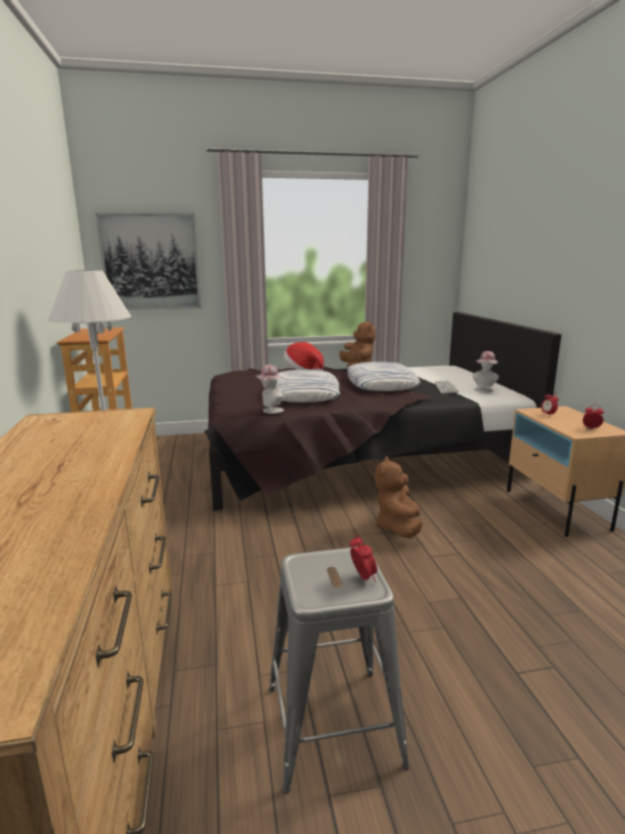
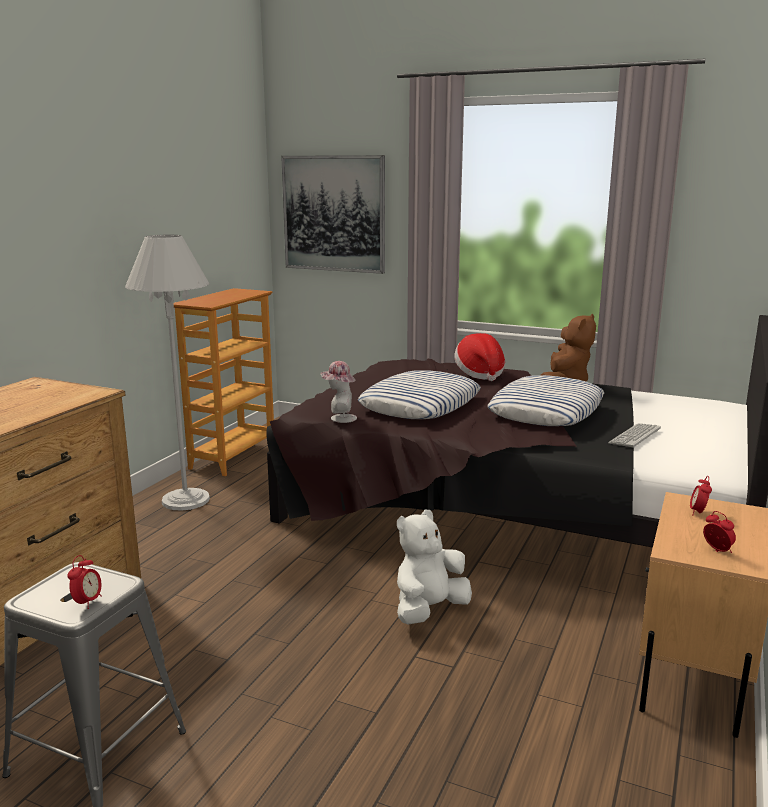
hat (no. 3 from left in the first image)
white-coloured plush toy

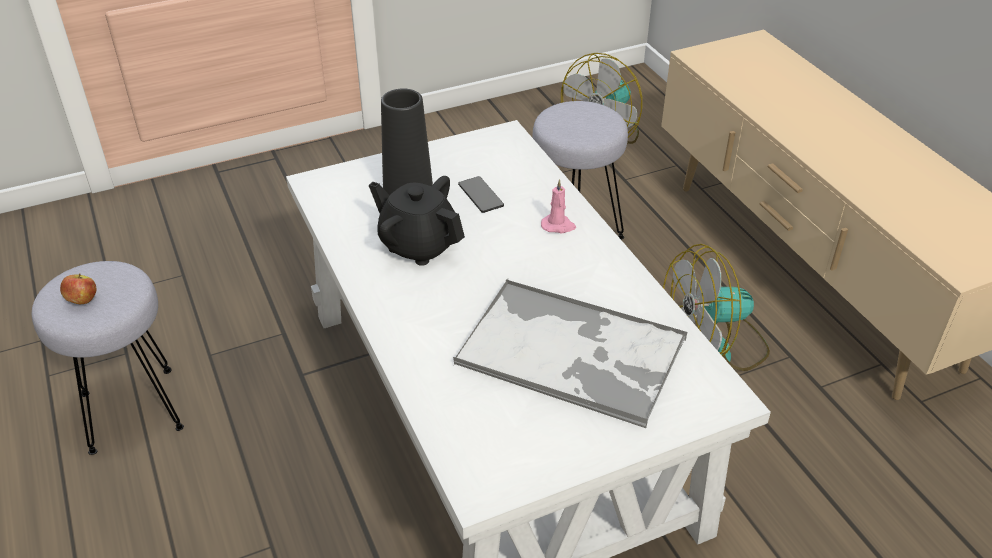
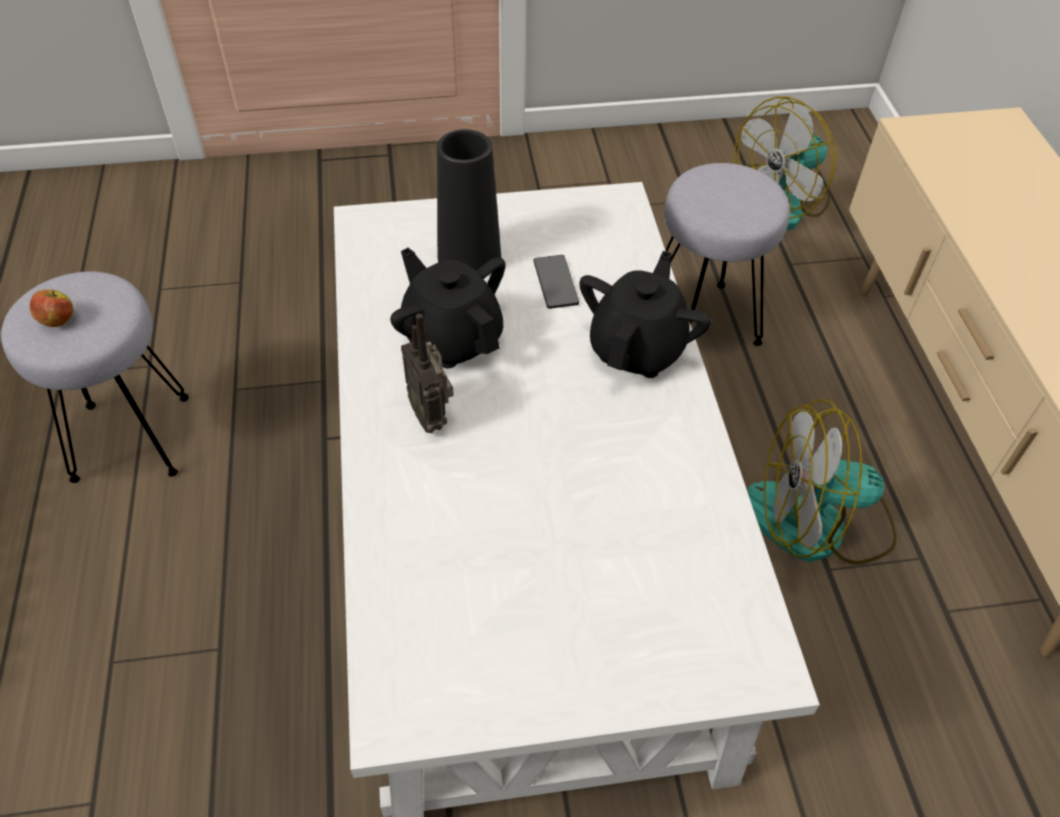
blackish teapot (no. 2 from left)
carrying tray
radio receiver

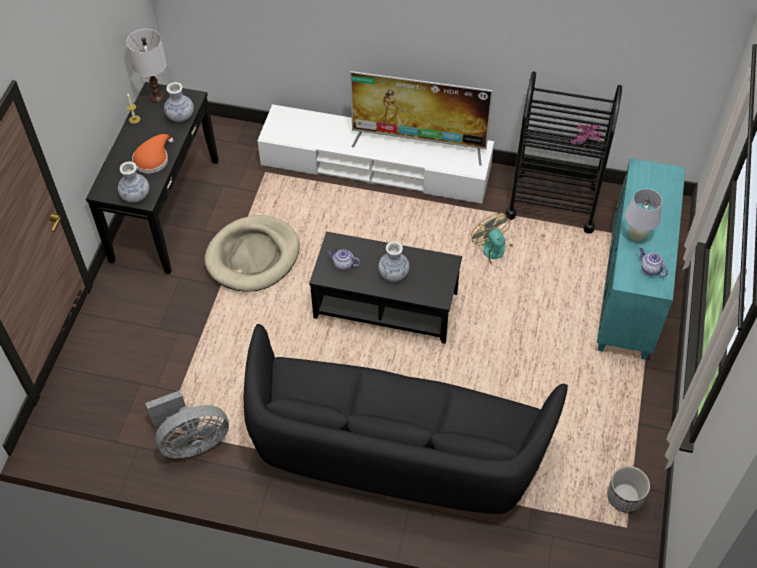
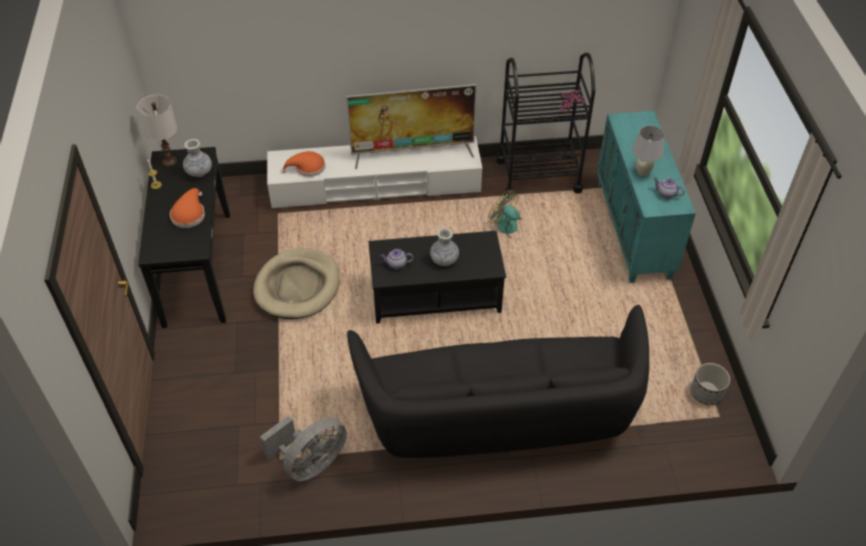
decorative vase (no. 1 from left in the first image)
orangey hat (no. 2 from left)

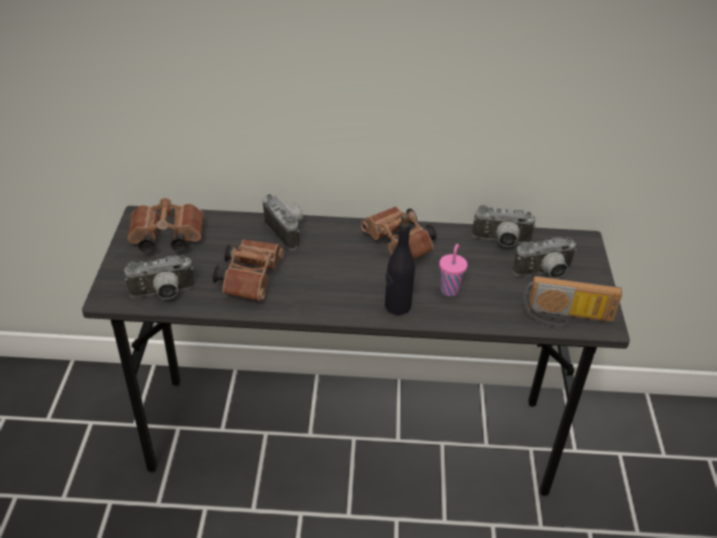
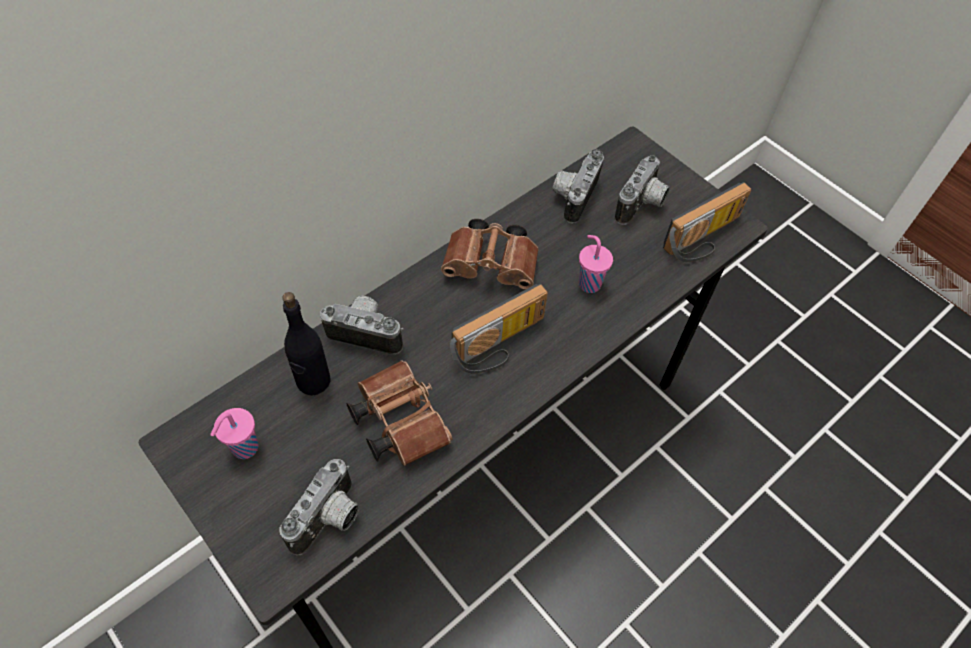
pink small cup (no. 1 from left)
photo camera (no. 3 from left)
blackish drink bottle
radio receiver (no. 1 from left)

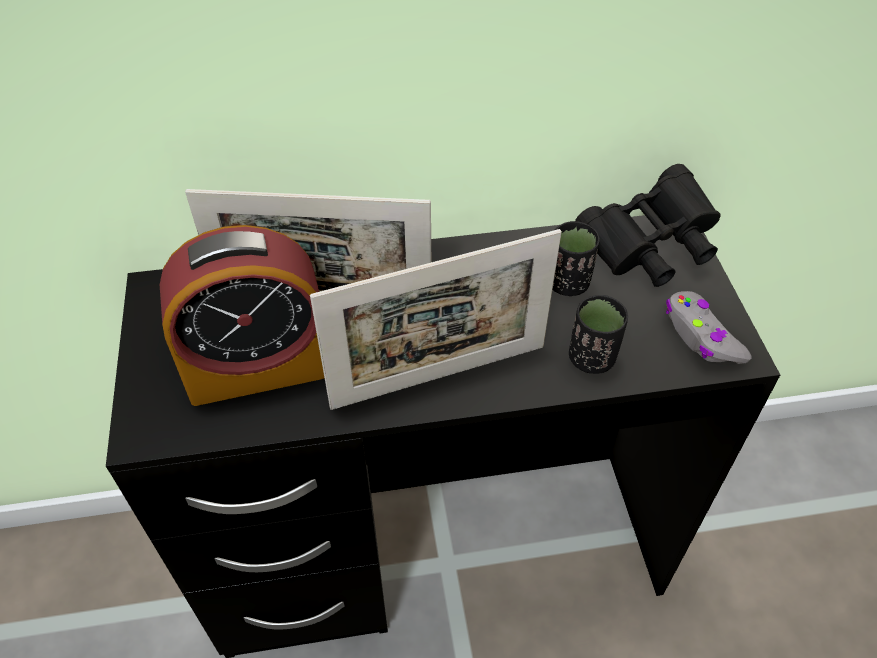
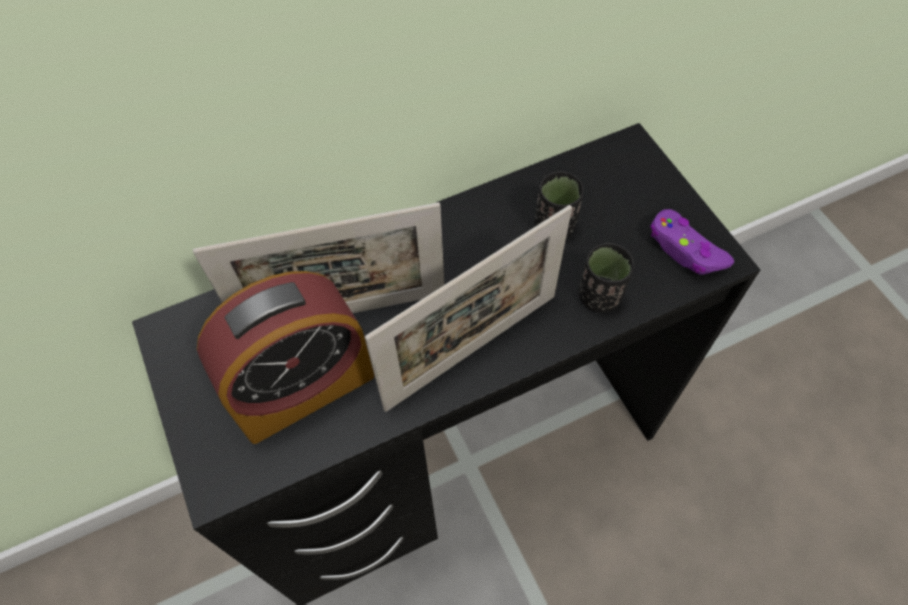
blackish field glasses
purple-coloured game controller

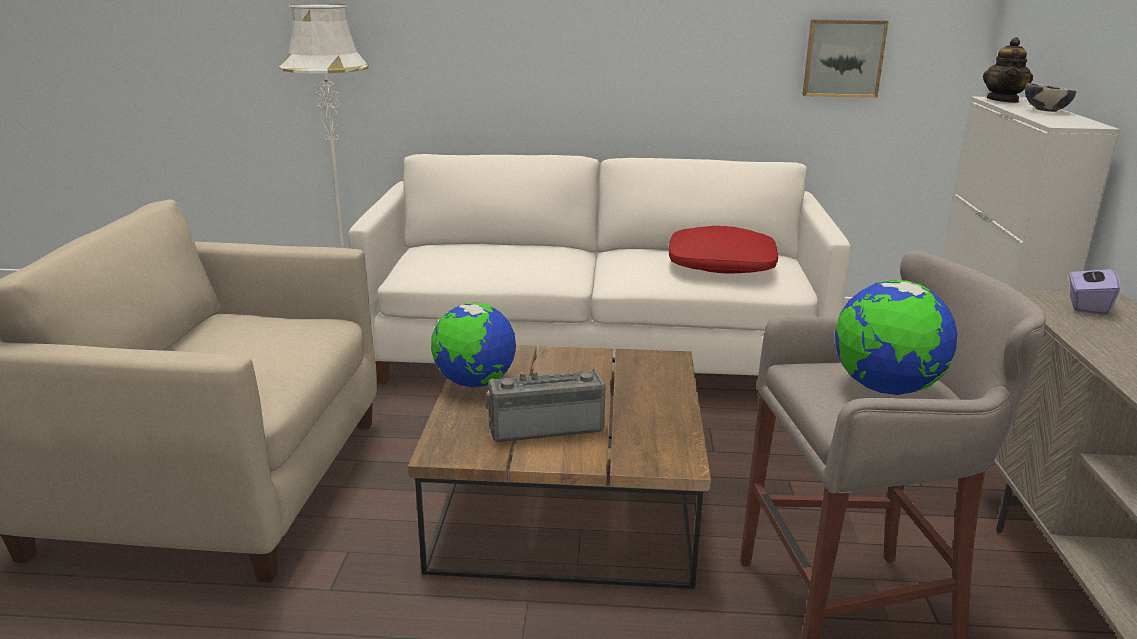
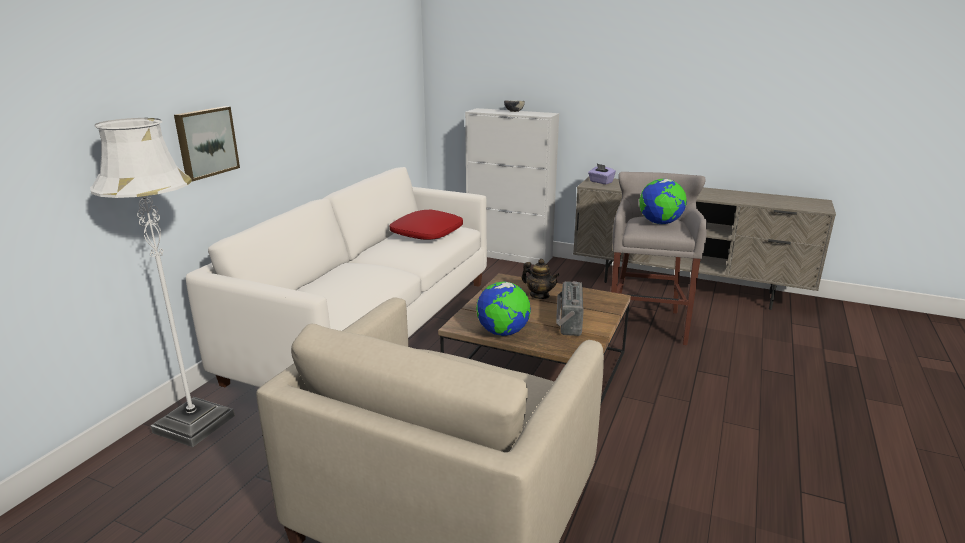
wall picture
teapot

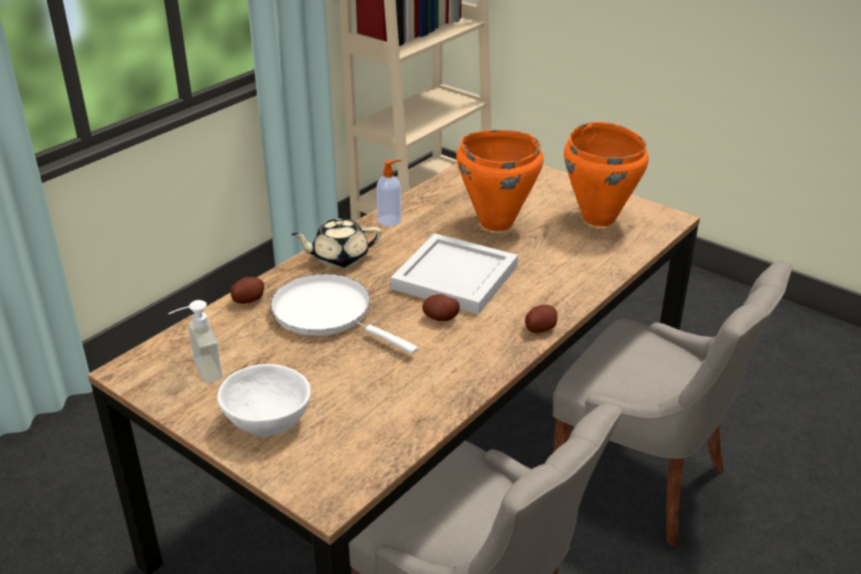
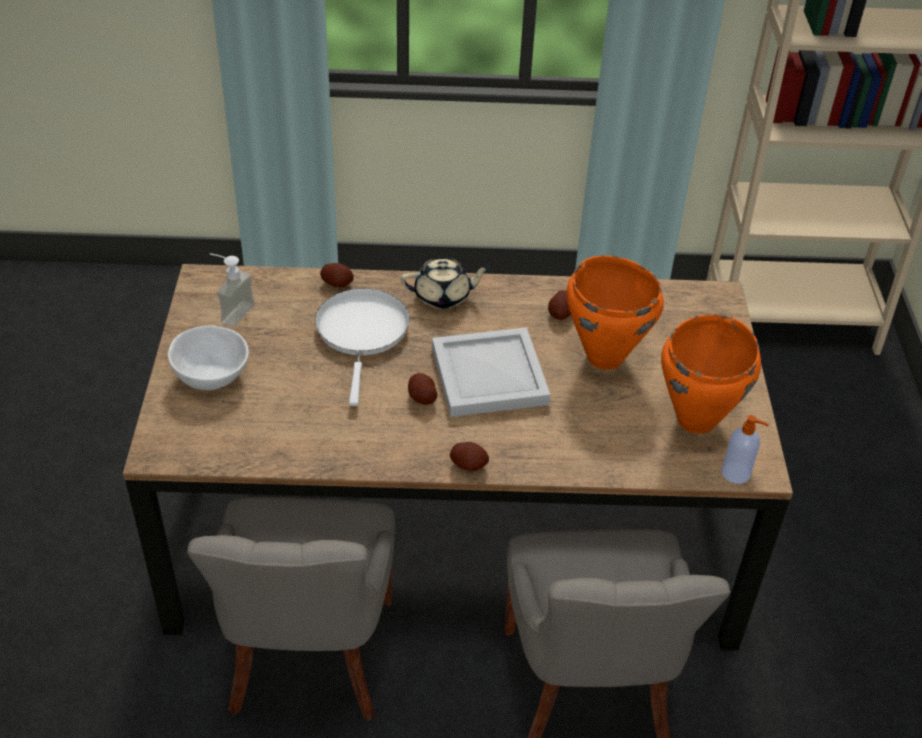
soap bottle (no. 2 from left)
beige-coloured teapot
spud (no. 4 from left)

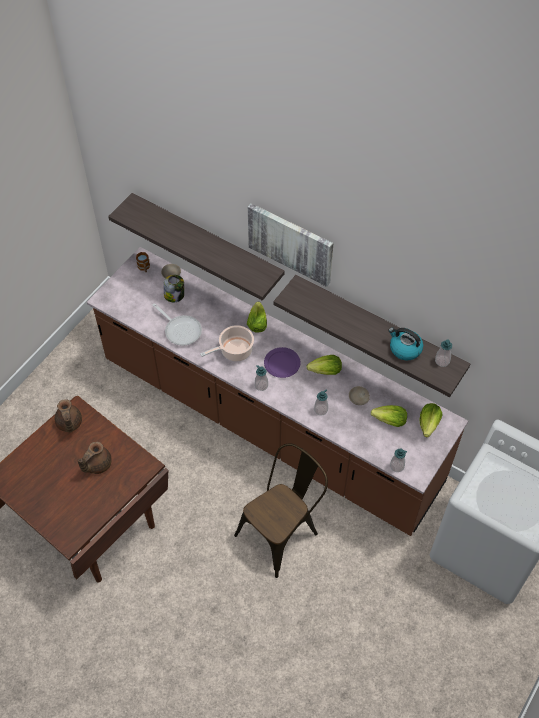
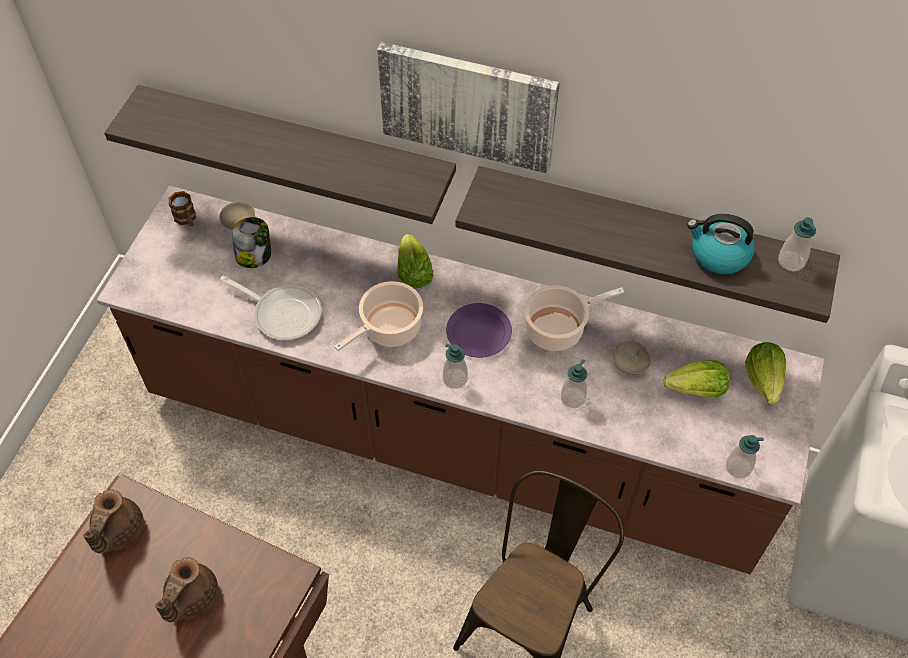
cooking pot (no. 2 from left)
brown-coloured teapot (no. 1 from left)

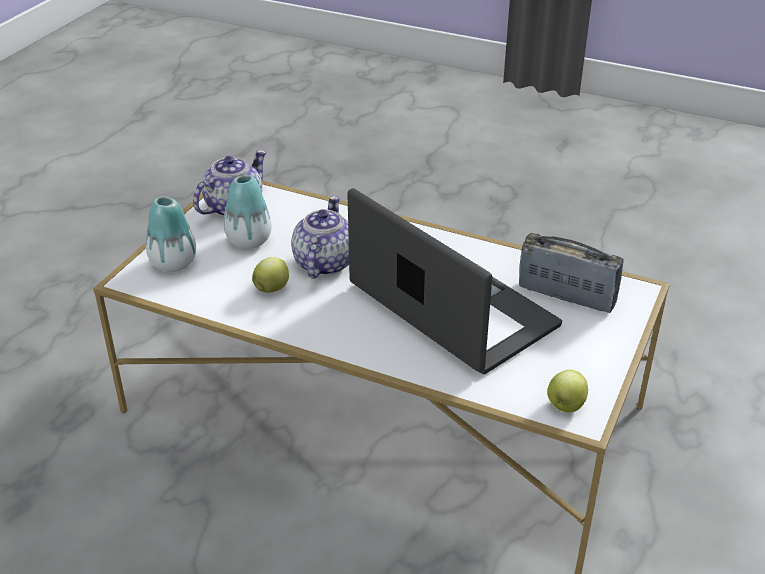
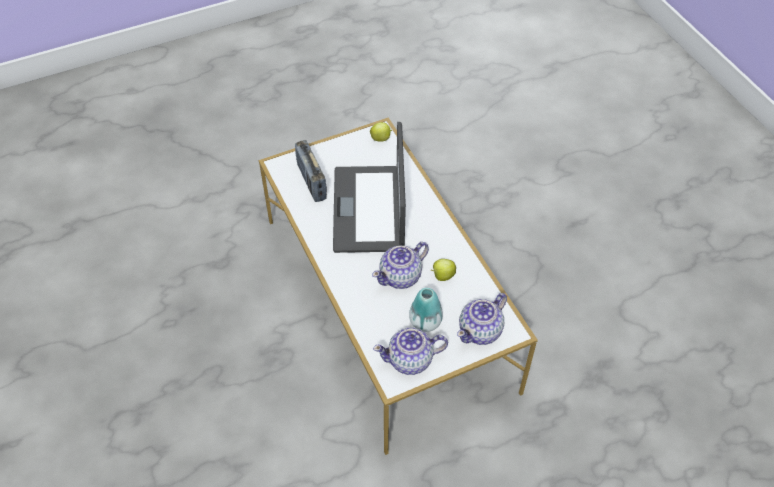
teapot (no. 3 from left)

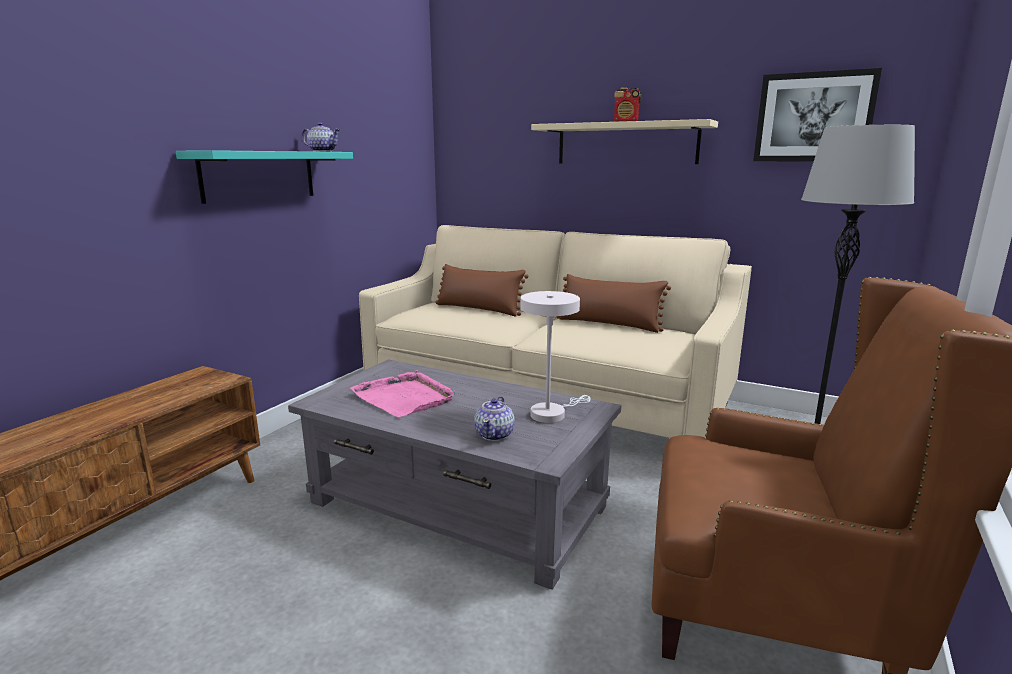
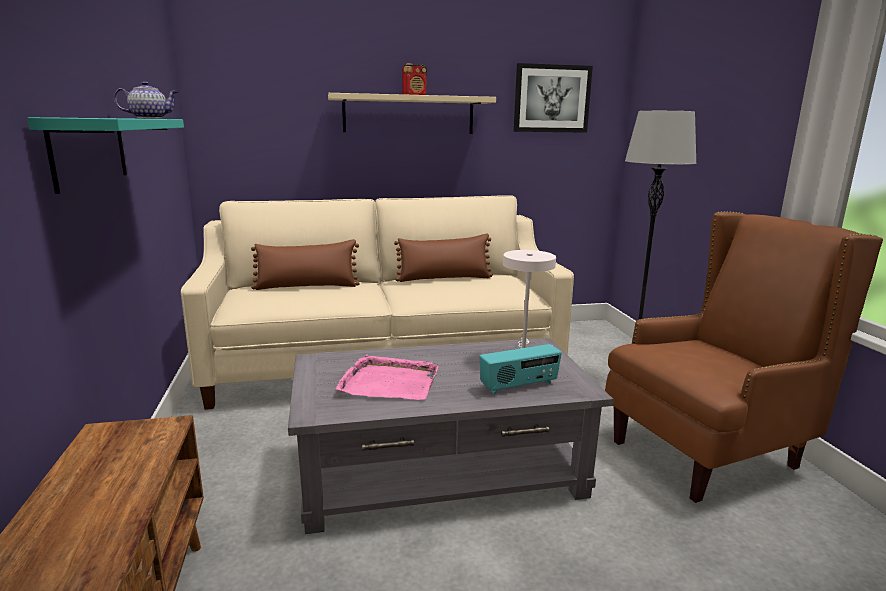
radio receiver (no. 2 from left)

